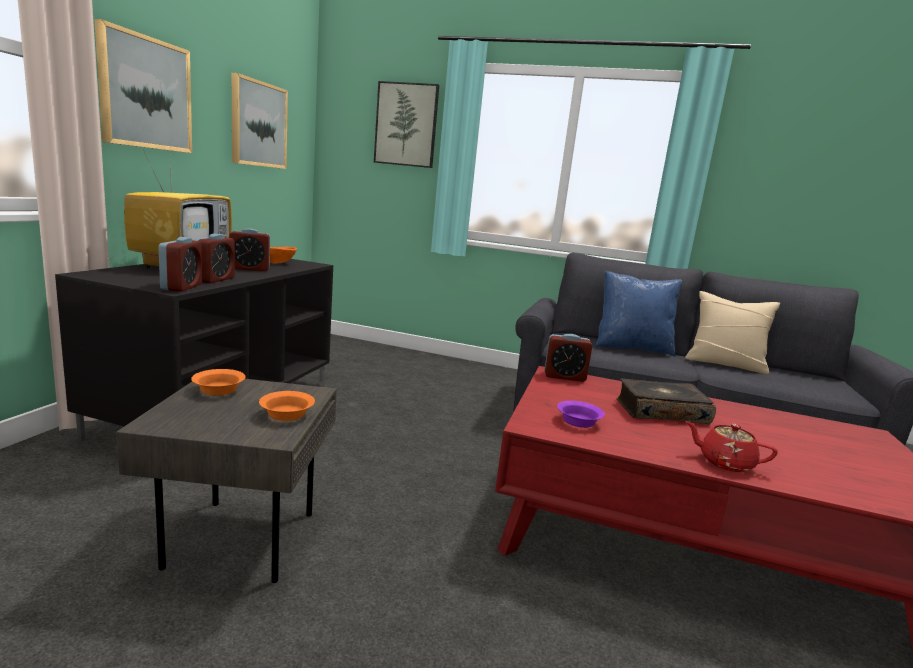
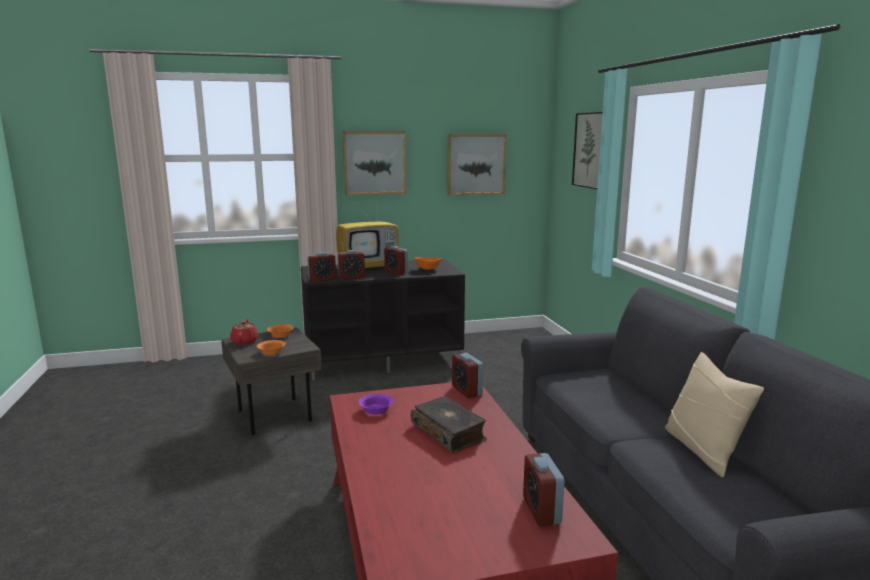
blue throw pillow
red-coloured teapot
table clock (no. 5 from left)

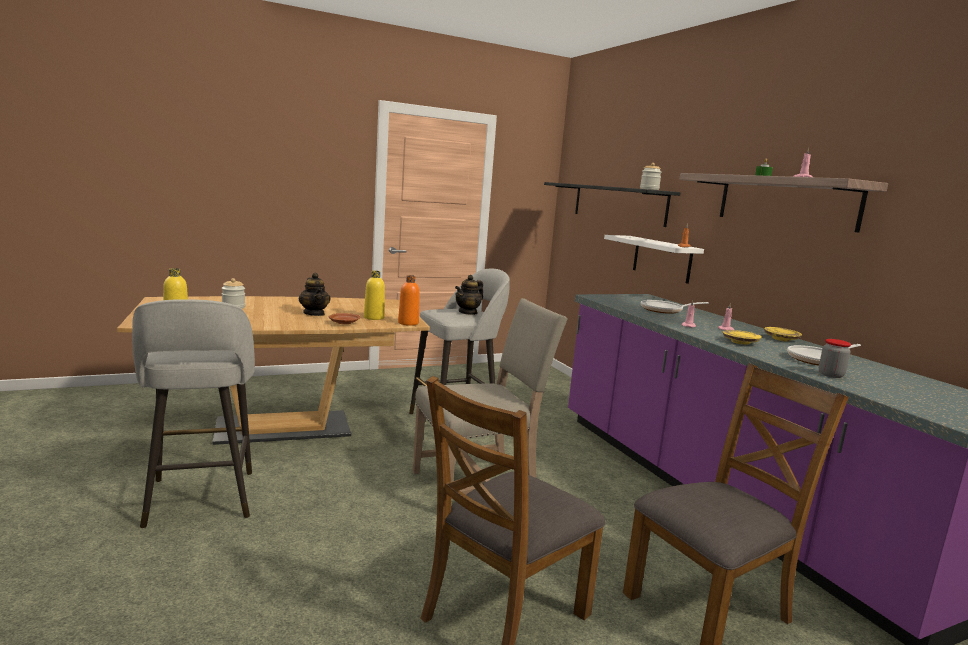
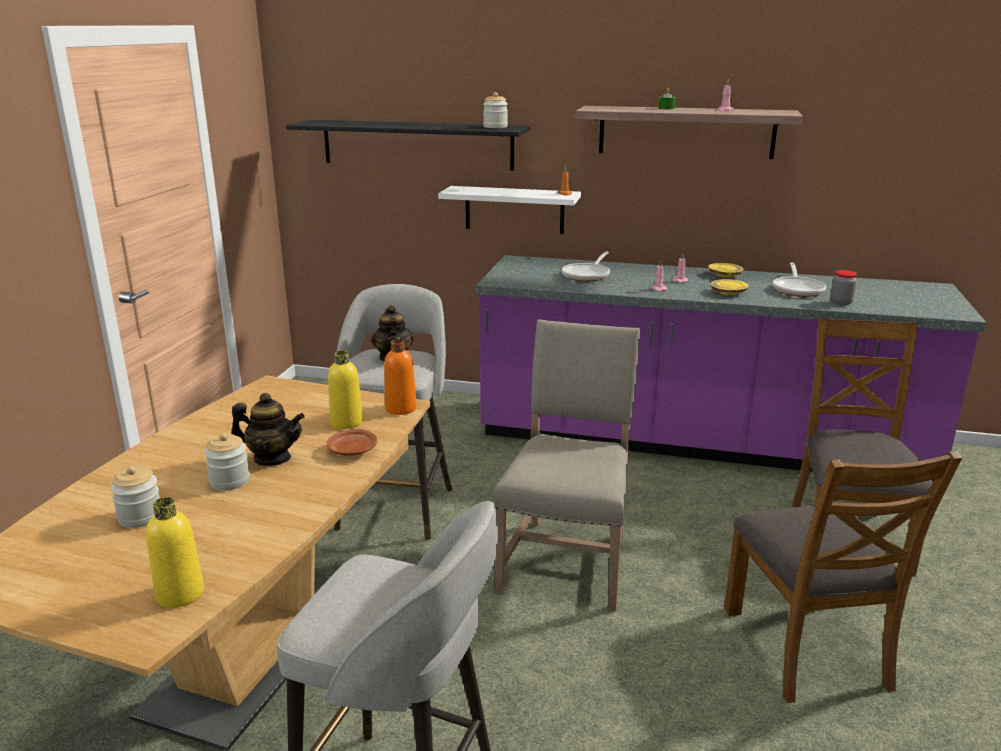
preserve jar (no. 2 from left)

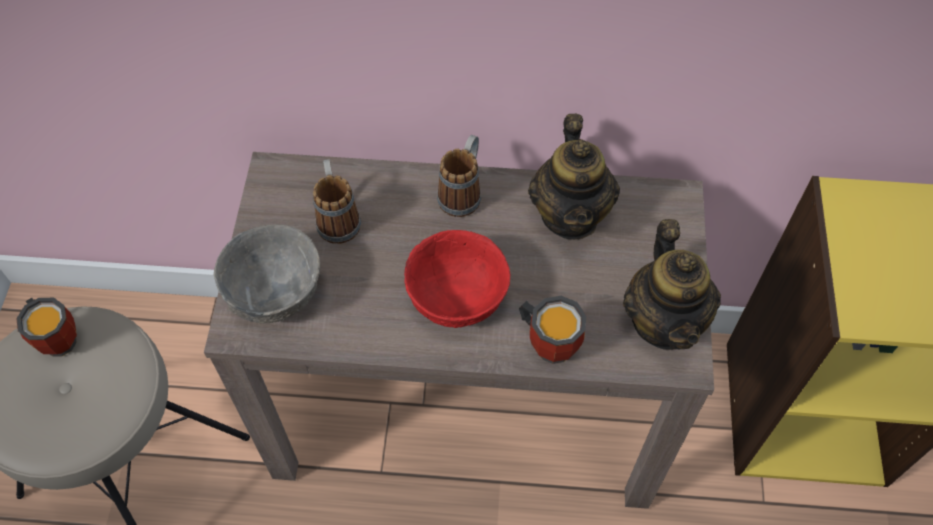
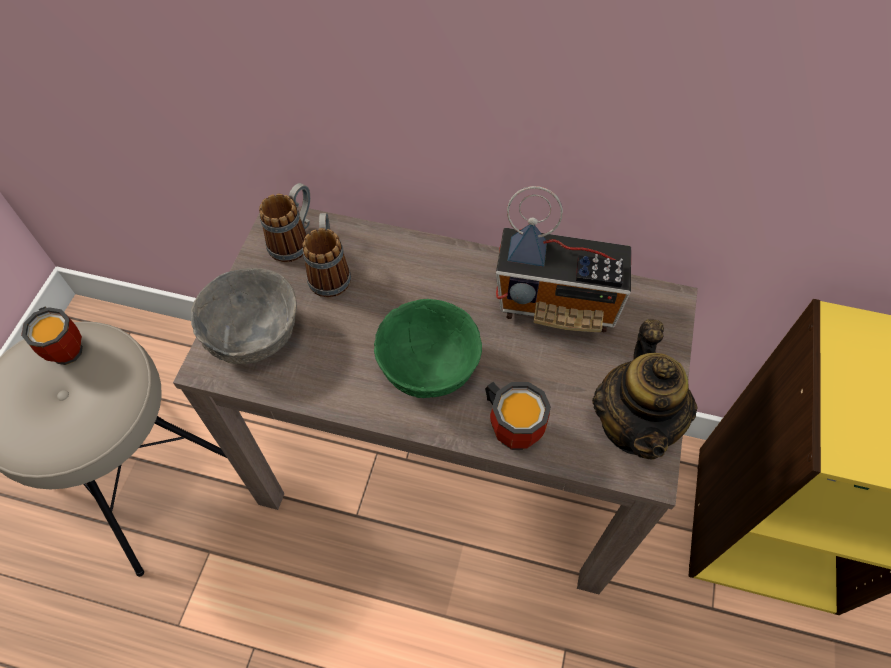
radio receiver
mug (no. 2 from left)
green deep dish

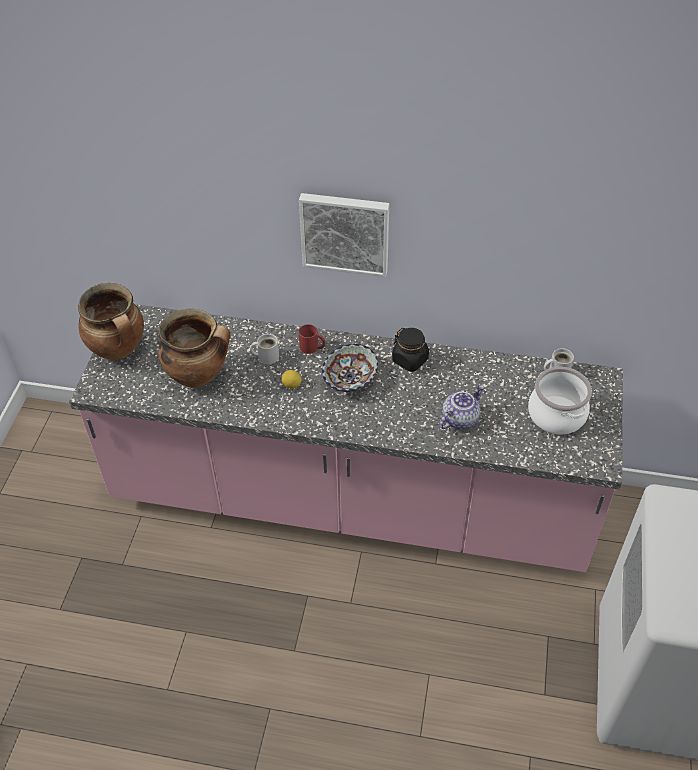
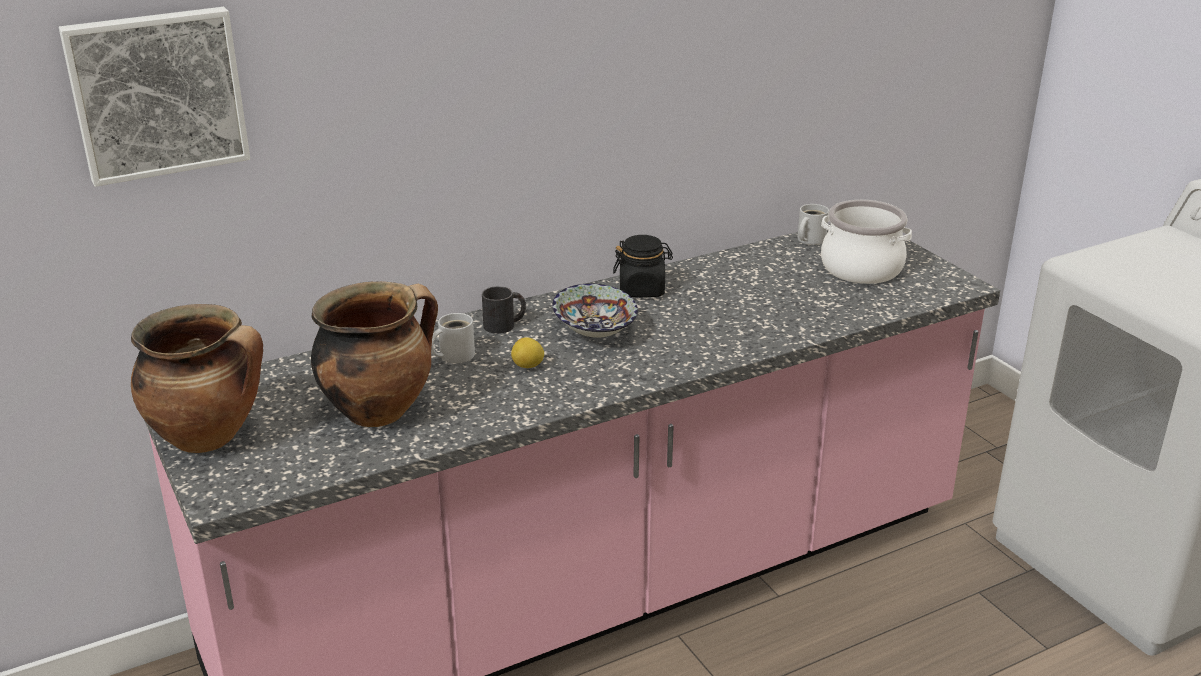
wall picture
blackish mug
teapot

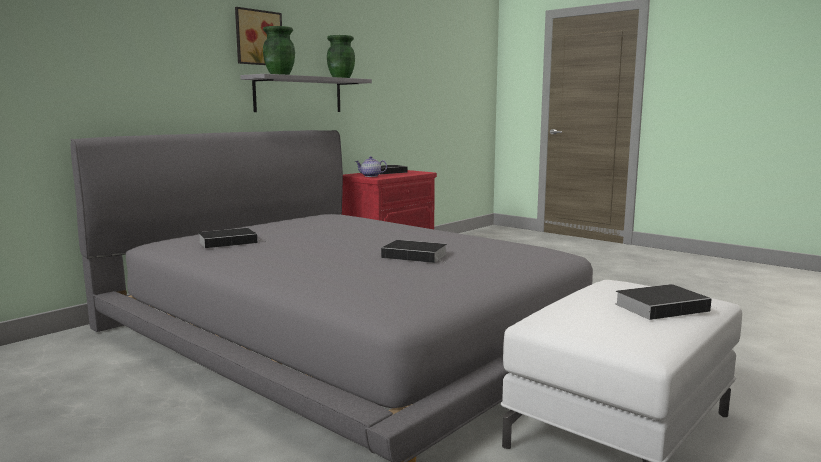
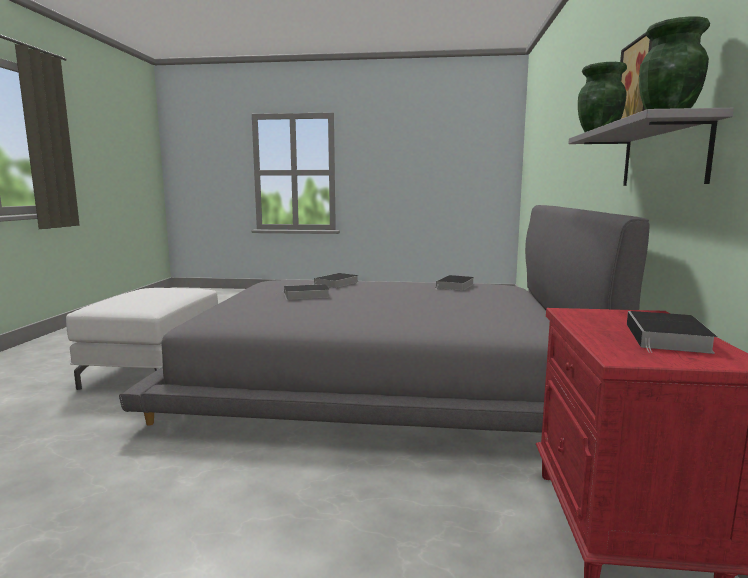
teapot
volume (no. 2 from left)

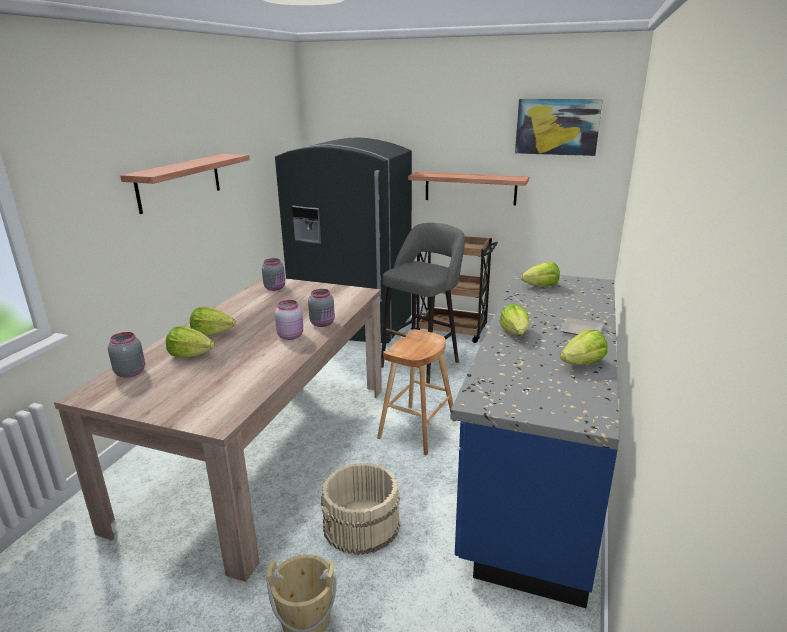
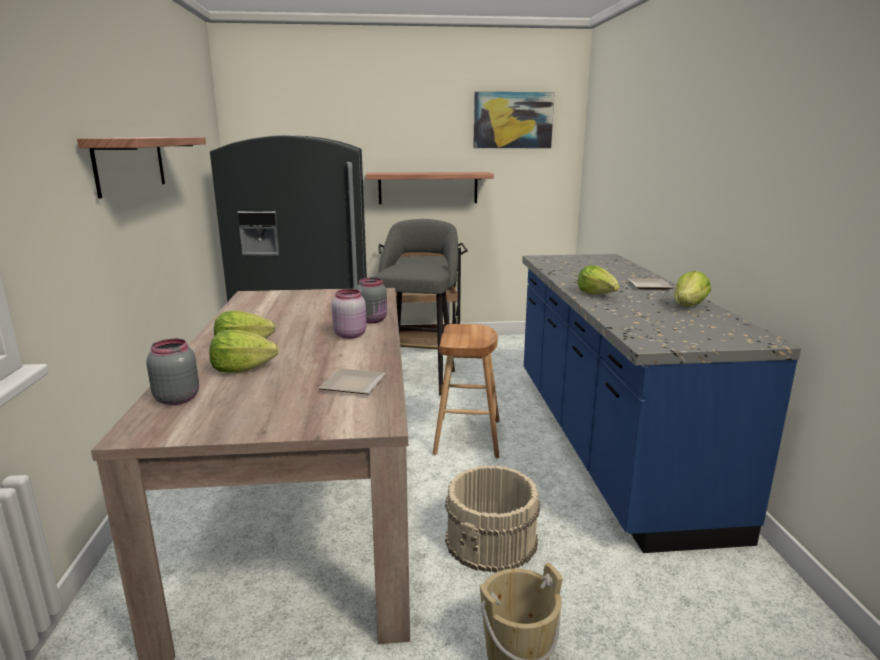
grey preserve jar (no. 2 from left in the first image)
head of lettuce (no. 4 from left in the first image)
plate (no. 1 from left)

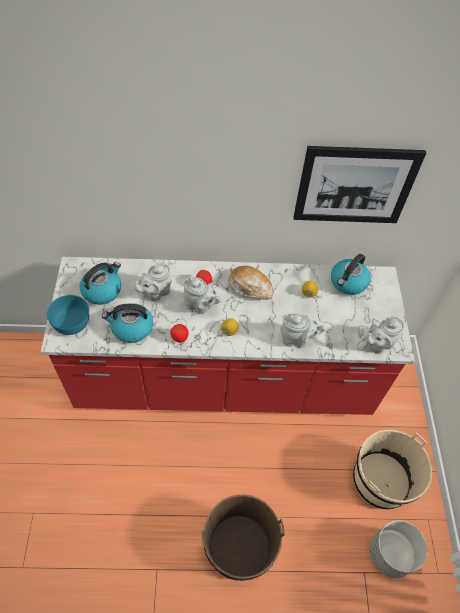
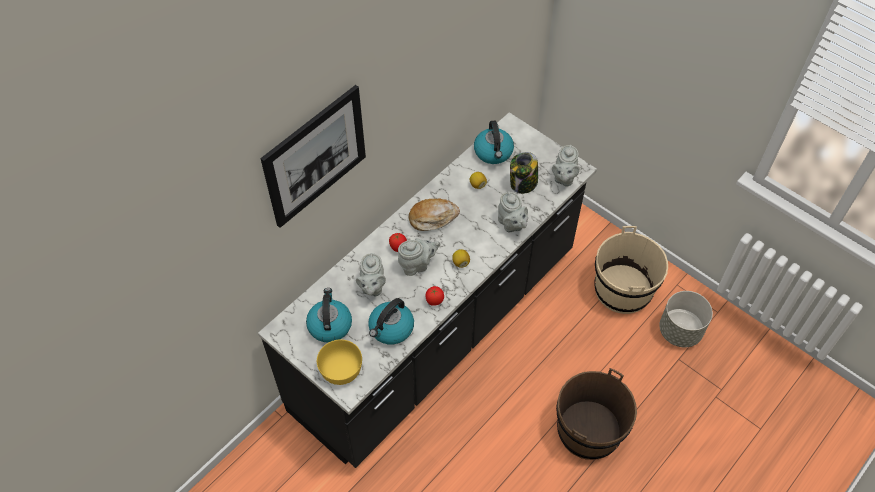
wall picture
blackish counter
yellowish deep dish
grey teapot (no. 3 from left)
preserve jar

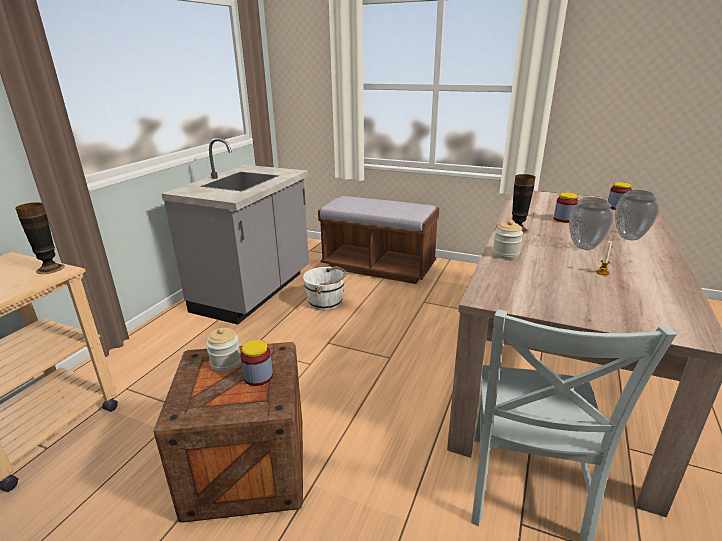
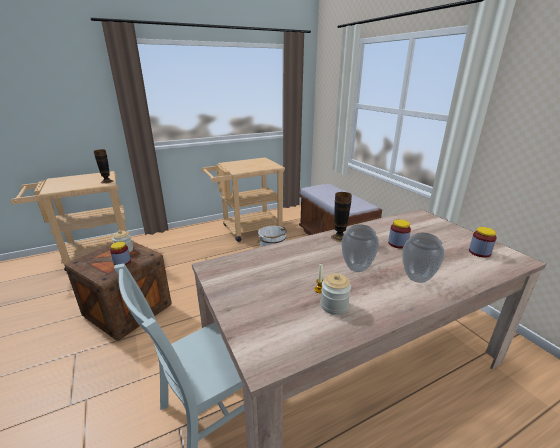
beige-coloured wheeled cart (no. 2 from left)
preserve jar (no. 3 from left)

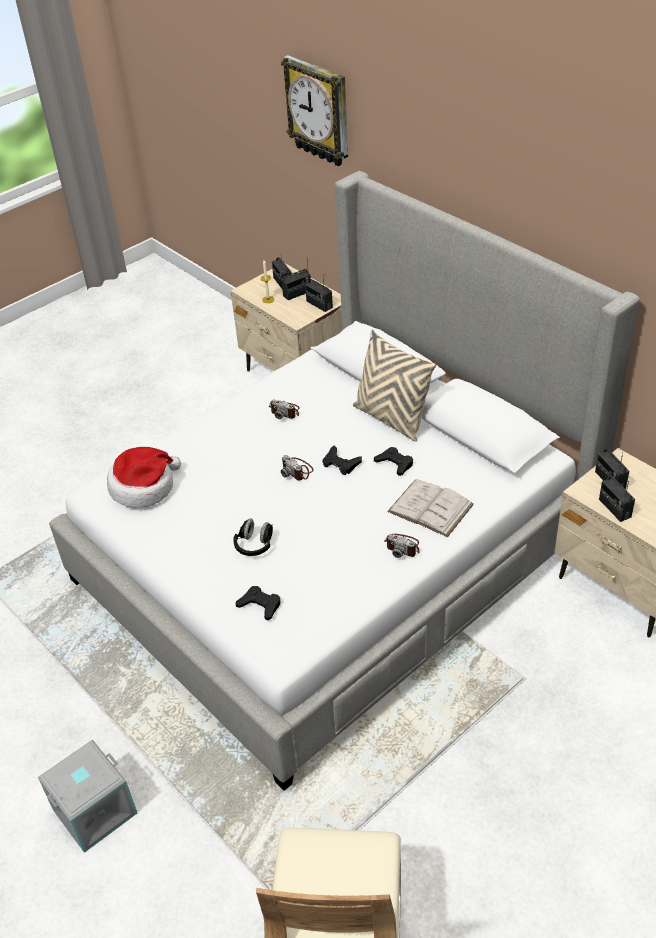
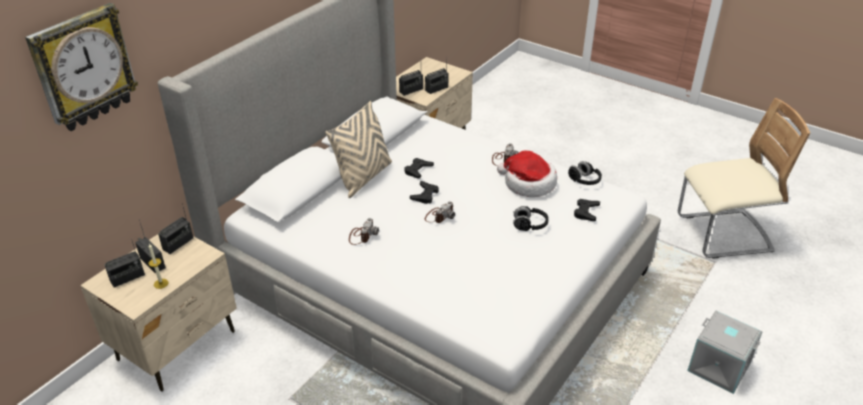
hat
white-coloured volume
blackish headphones (no. 2 from left)

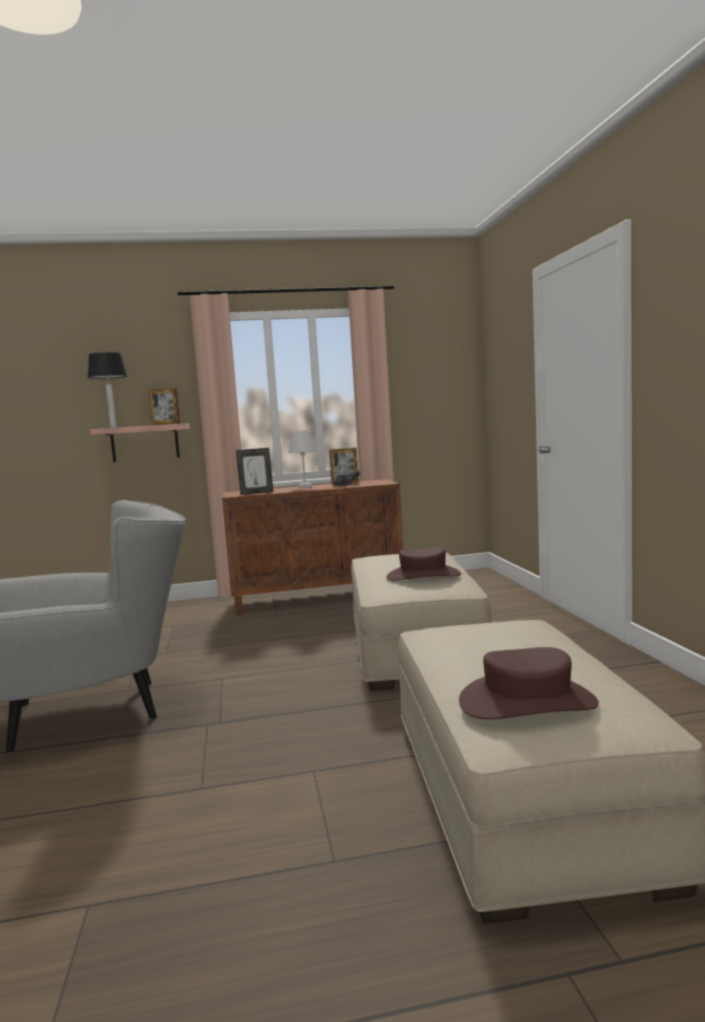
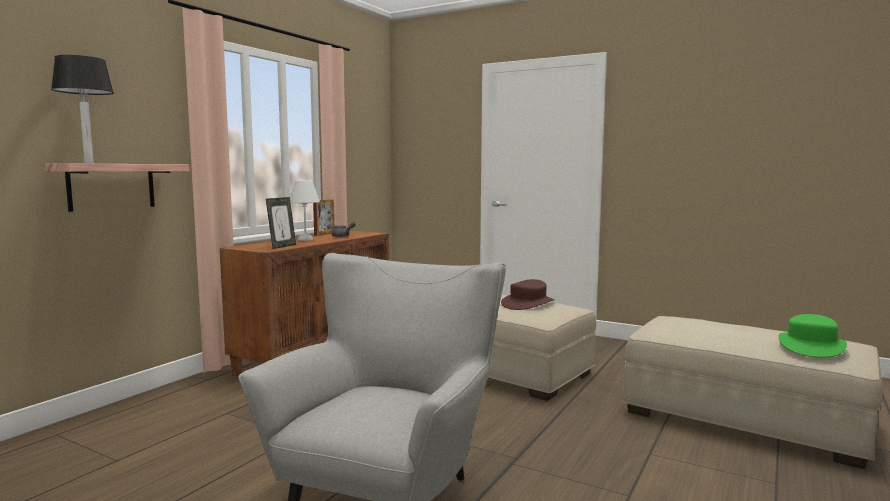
standing frame (no. 1 from left in the first image)
green hat

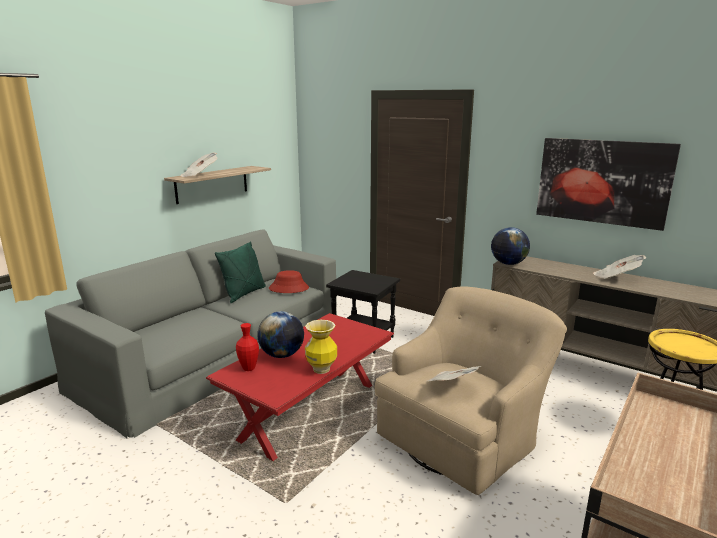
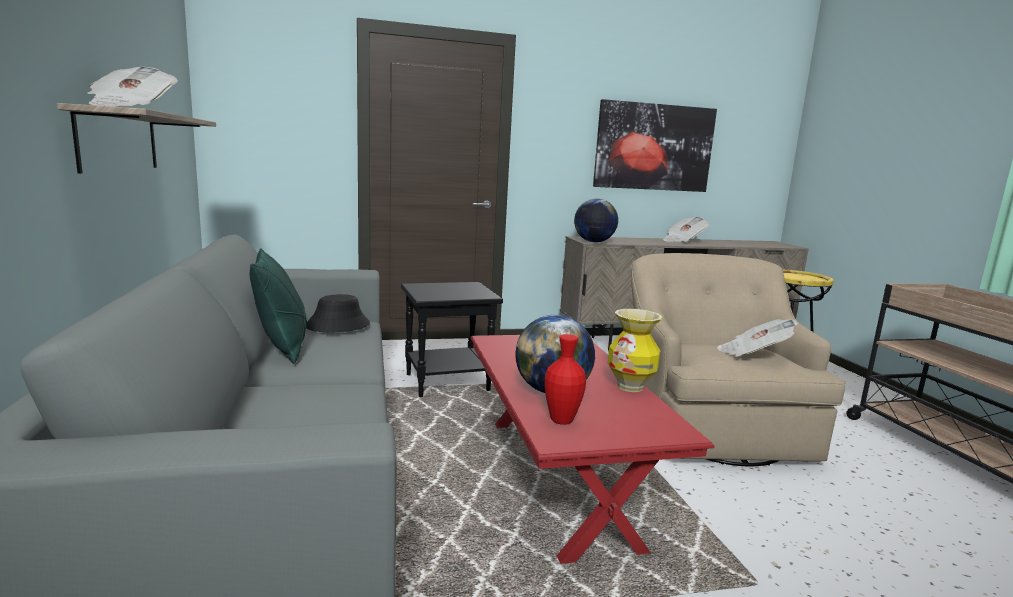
blackish hat

